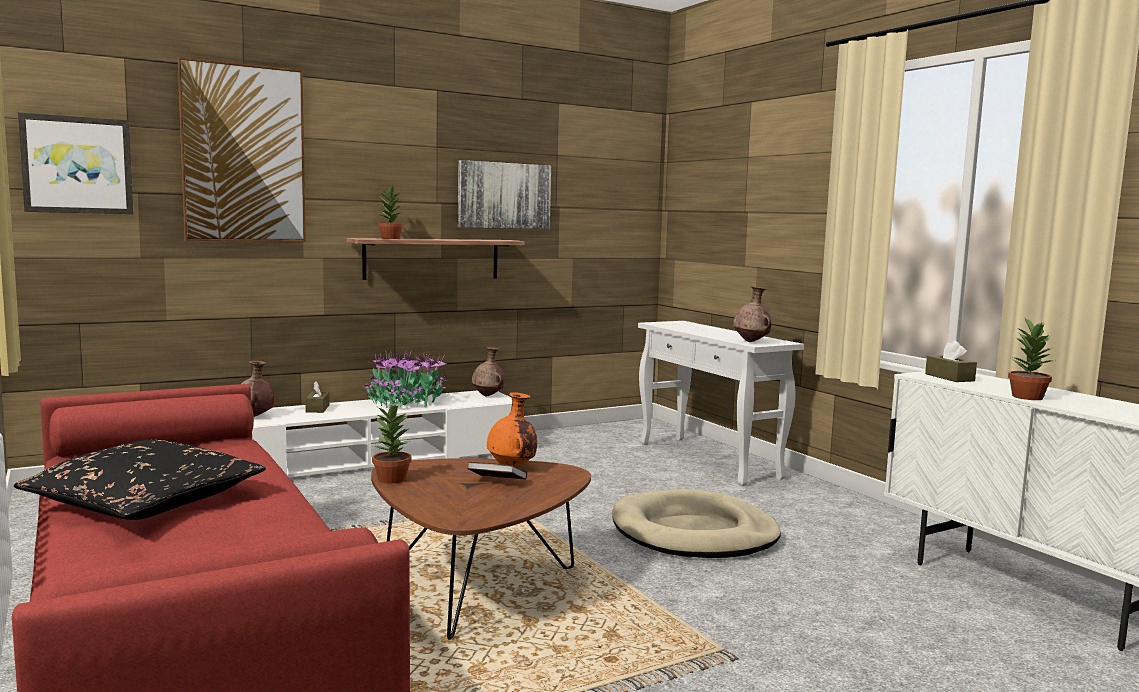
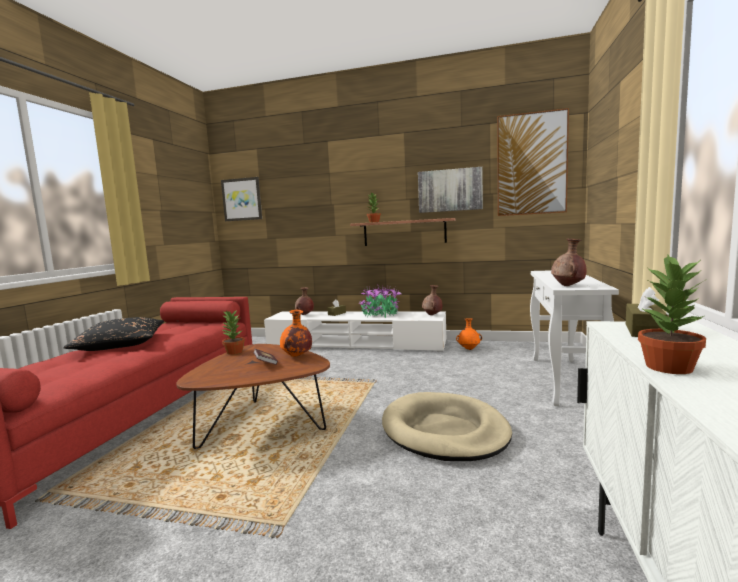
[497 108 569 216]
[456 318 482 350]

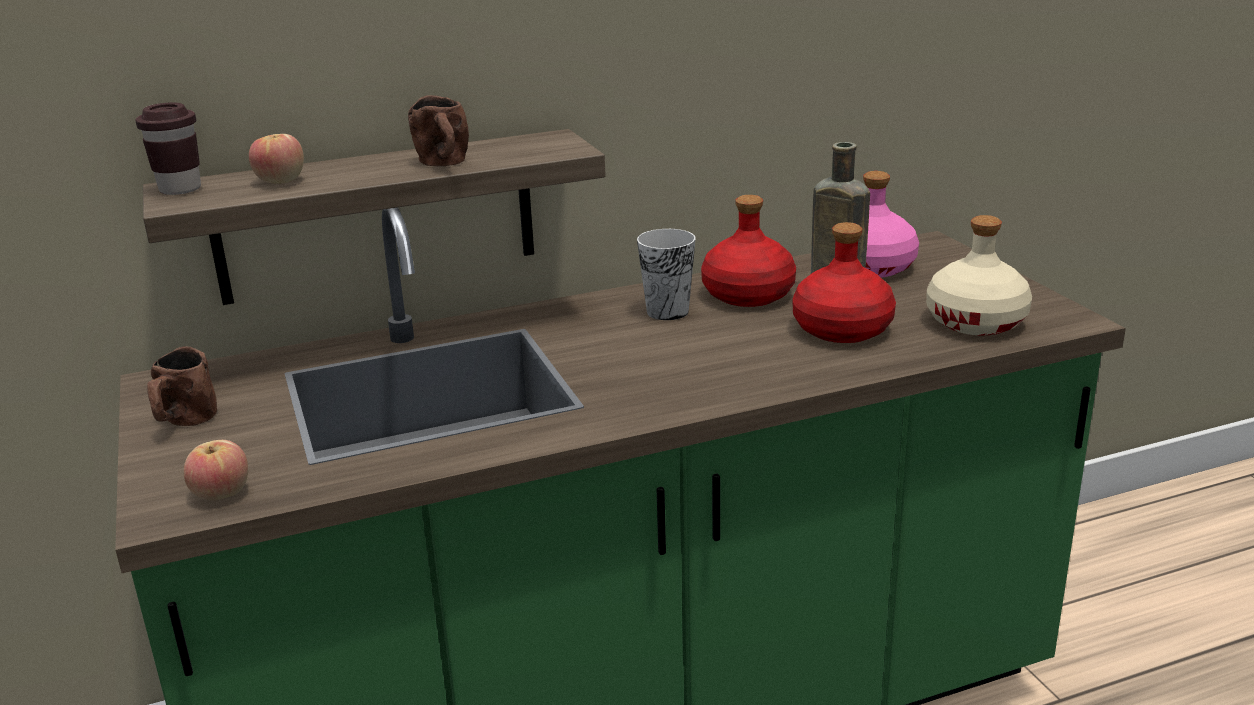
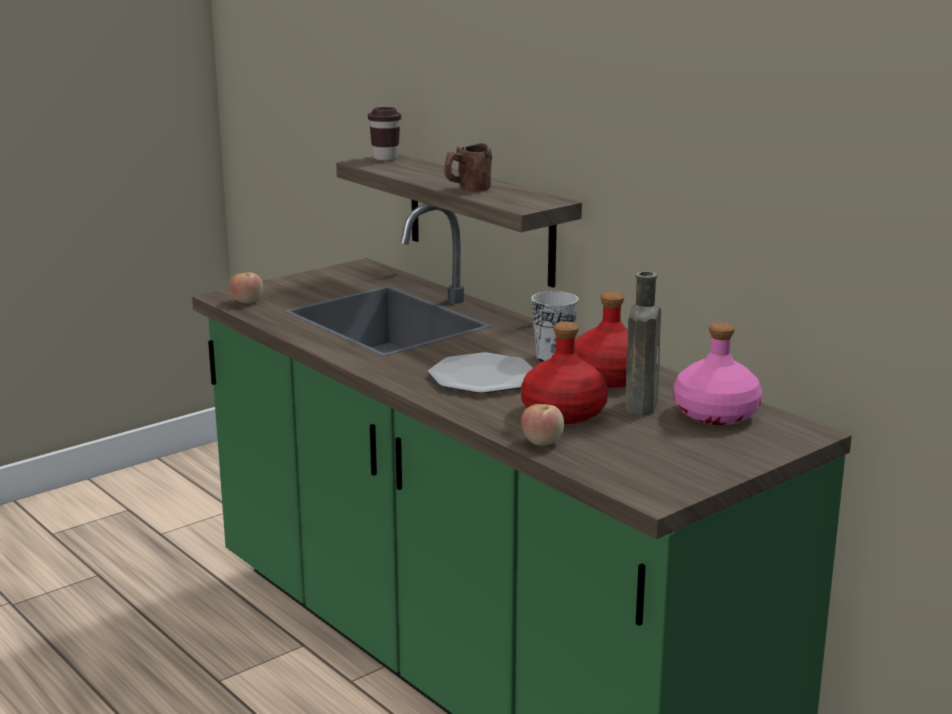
[521 404 564 446]
[926 215 1032 336] (first image)
[147 346 217 426] (first image)
[428 353 533 394]

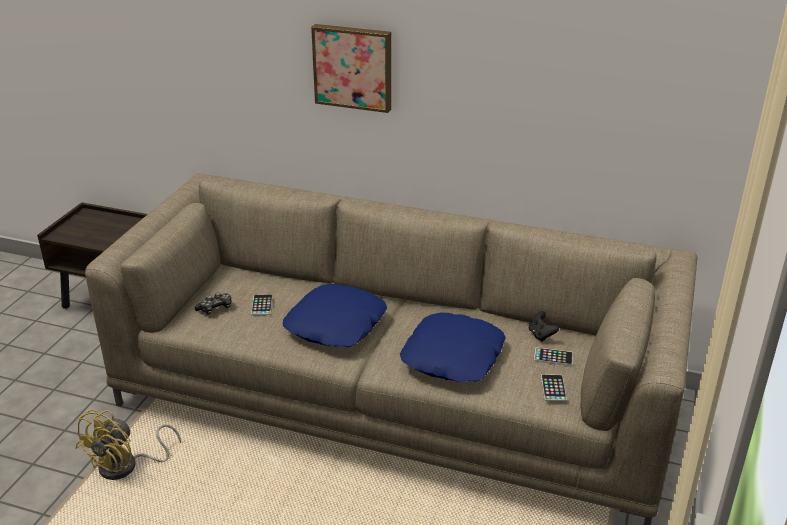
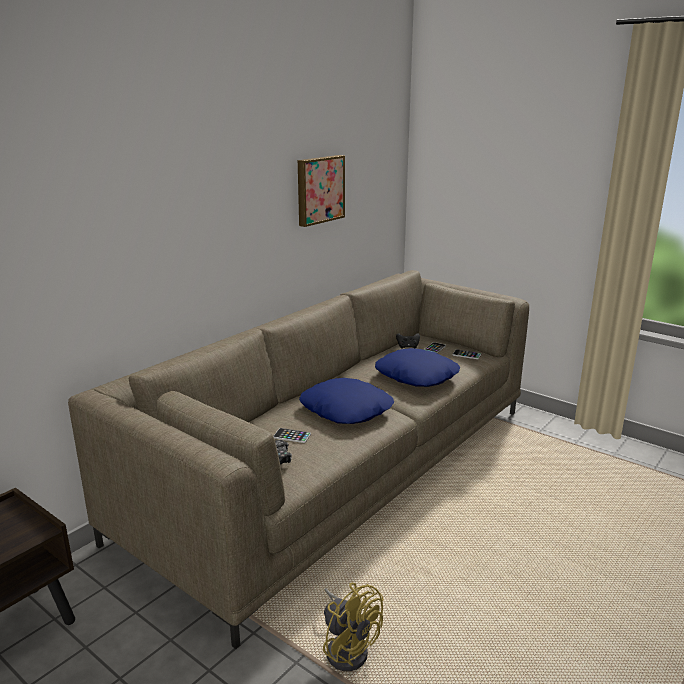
[298 155 345 227]

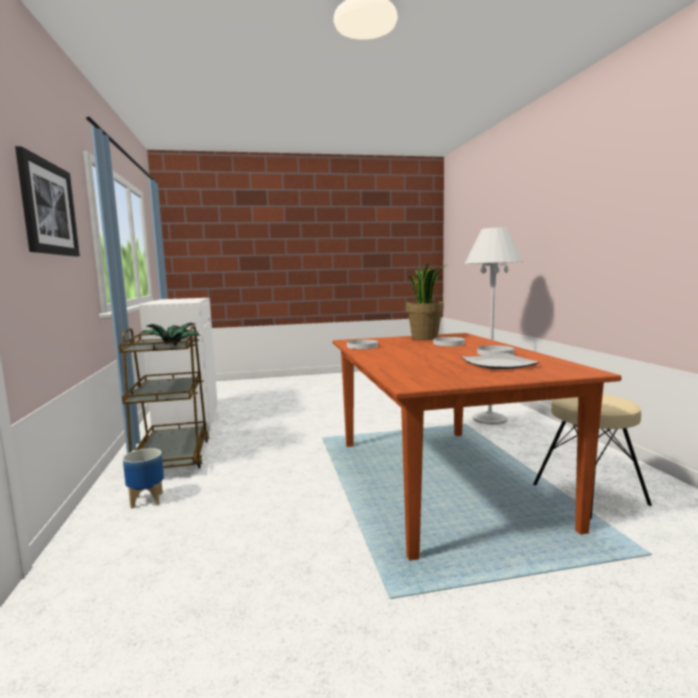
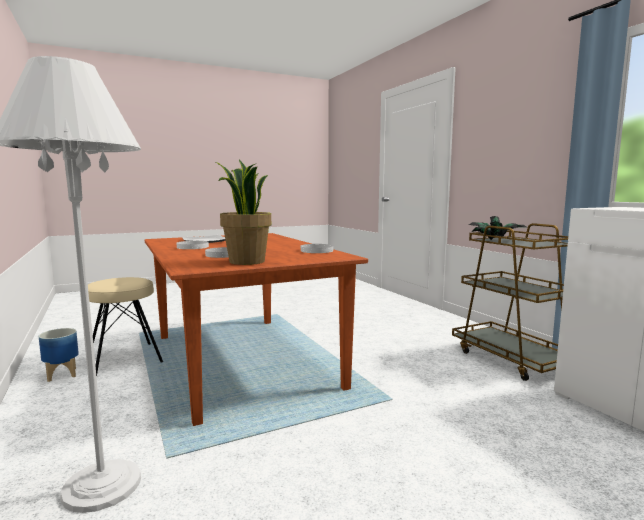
[15 146 80 257] (first image)
[39 328 79 382]

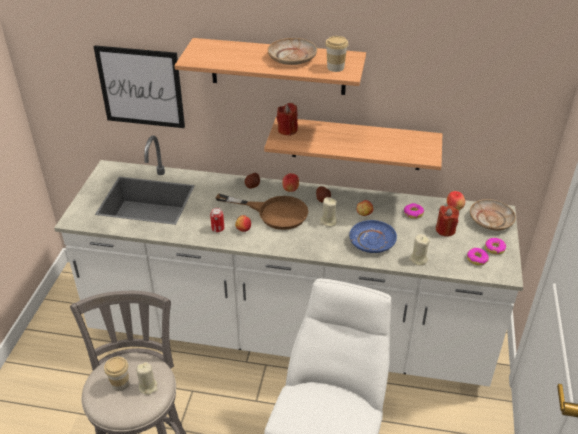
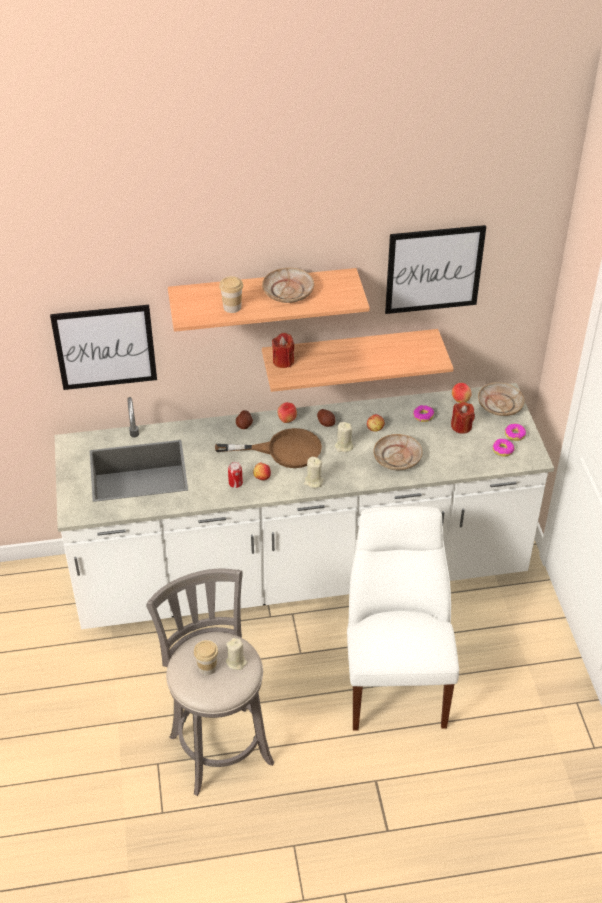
[219 276 243 313]
[373 434 423 470]
[304 457 324 488]
[385 225 486 314]

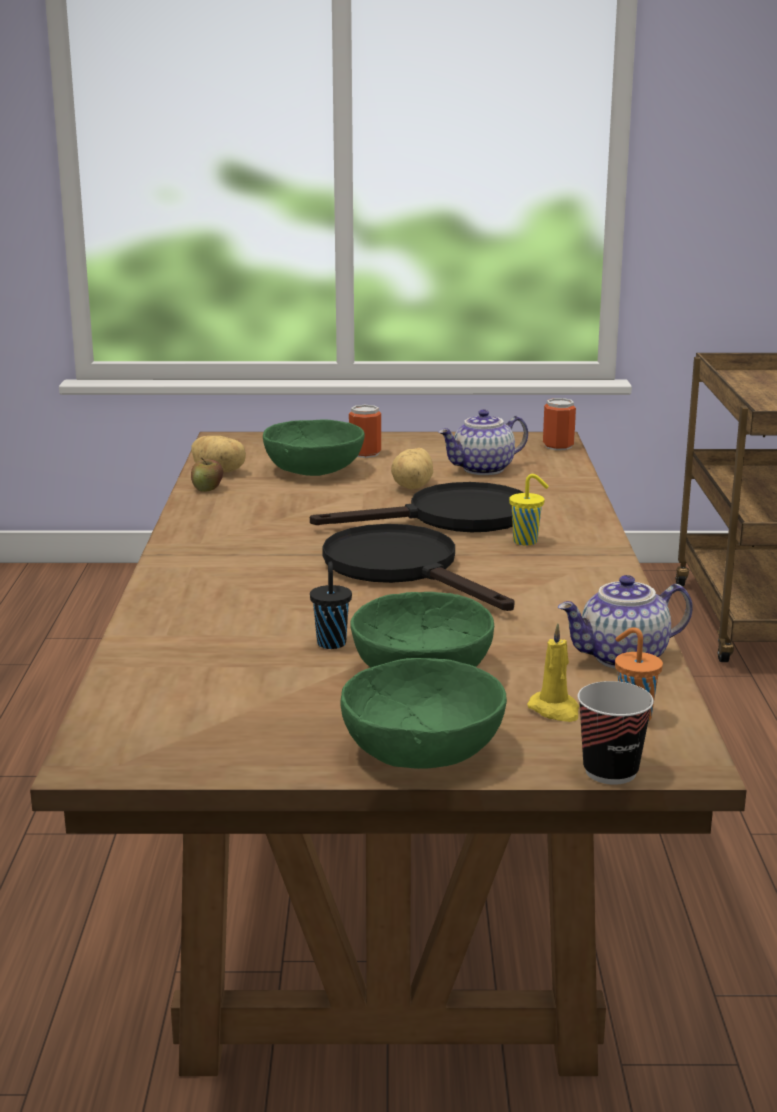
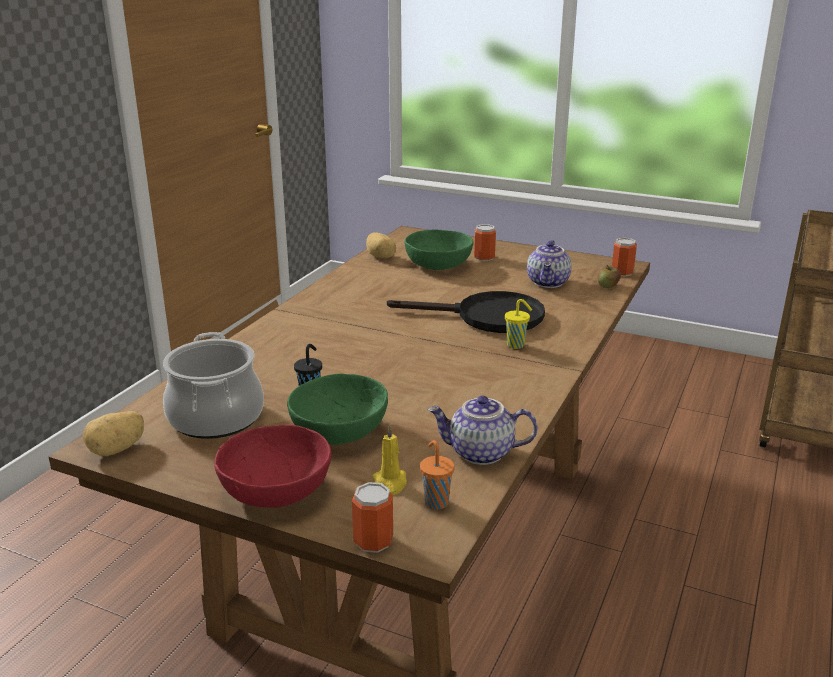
[527 240 572 288]
[83 411 144 456]
[598 265 621 288]
[322 524 514 611] (first image)
[215 425 331 508]
[352 482 393 553]
[163 332 264 439]

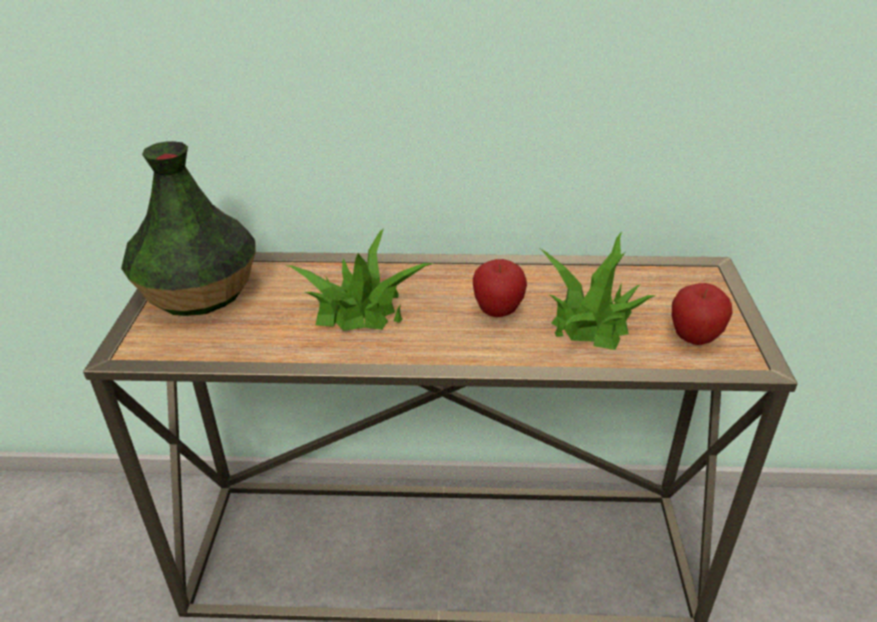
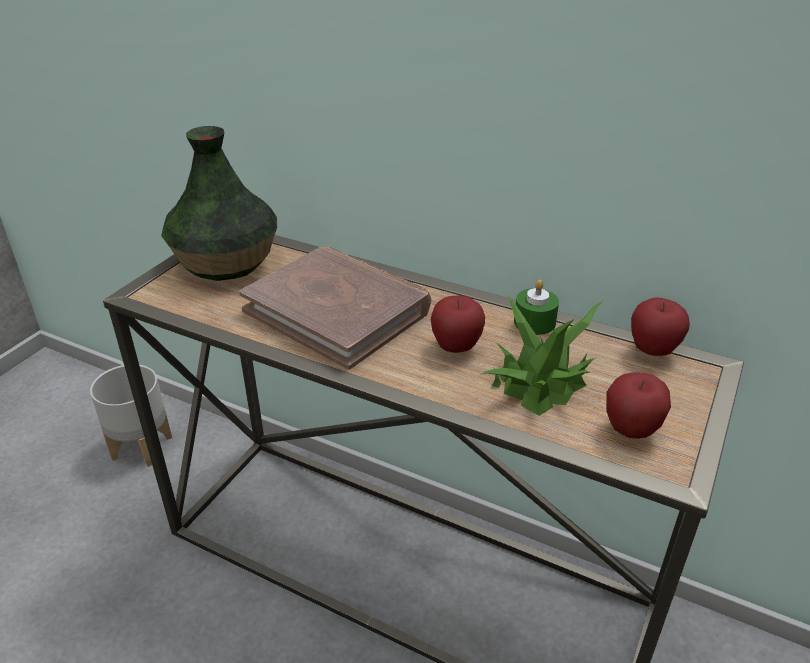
[239 245 431 370]
[514 280 559 335]
[631 297 690 356]
[90 365 172 467]

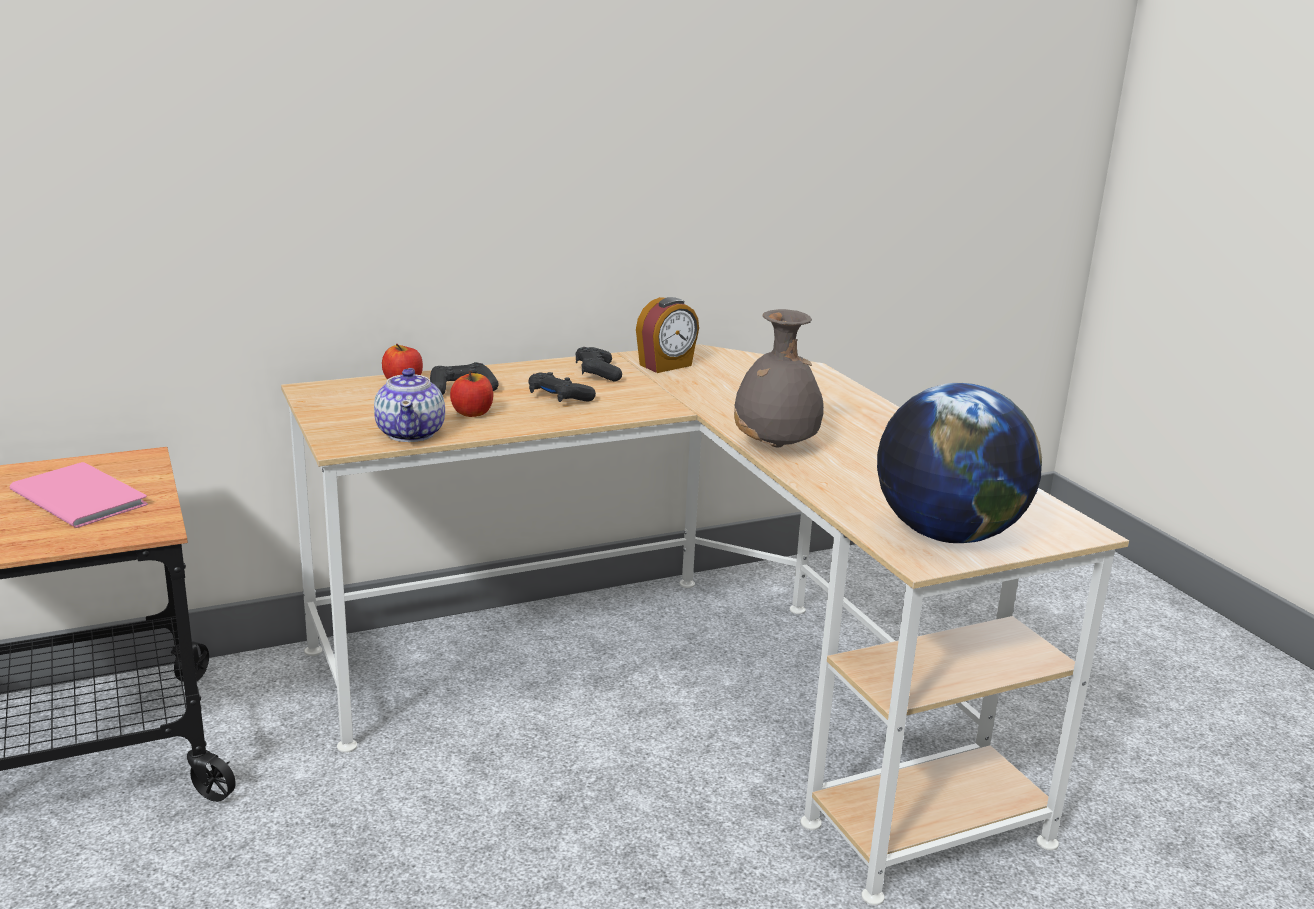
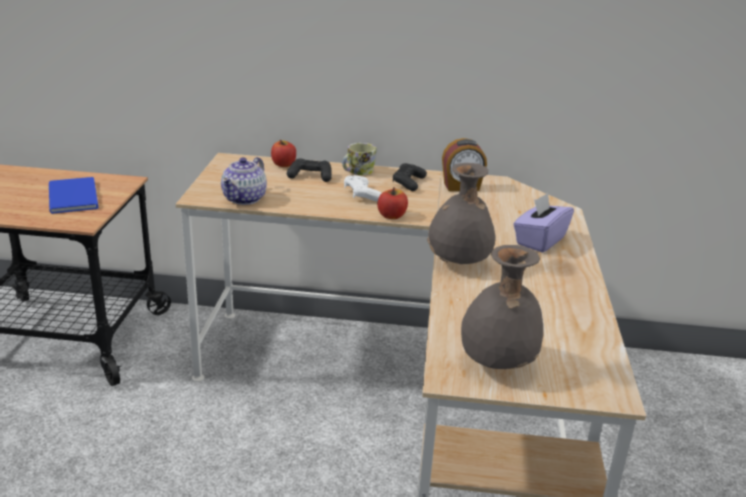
[377 187 408 219]
[344 175 382 201]
[461 245 543 369]
[49 177 98 214]
[342 143 377 175]
[513 193 574 253]

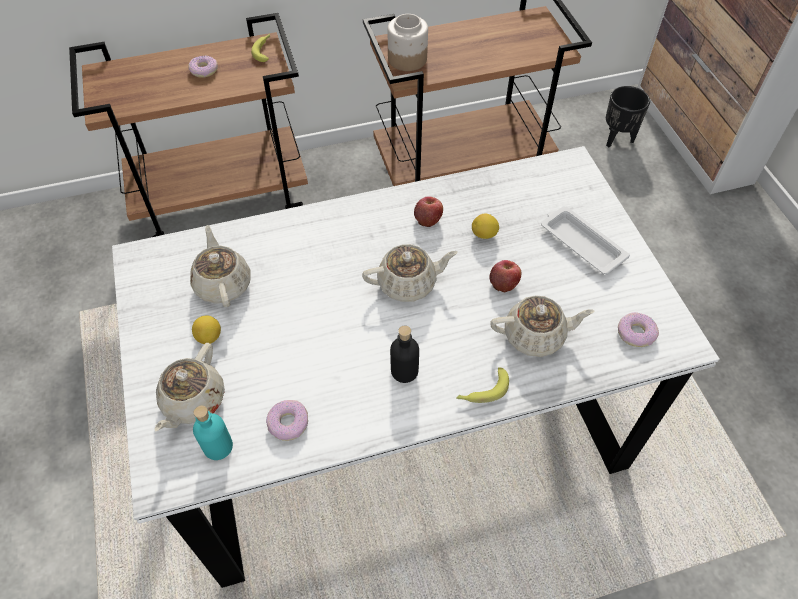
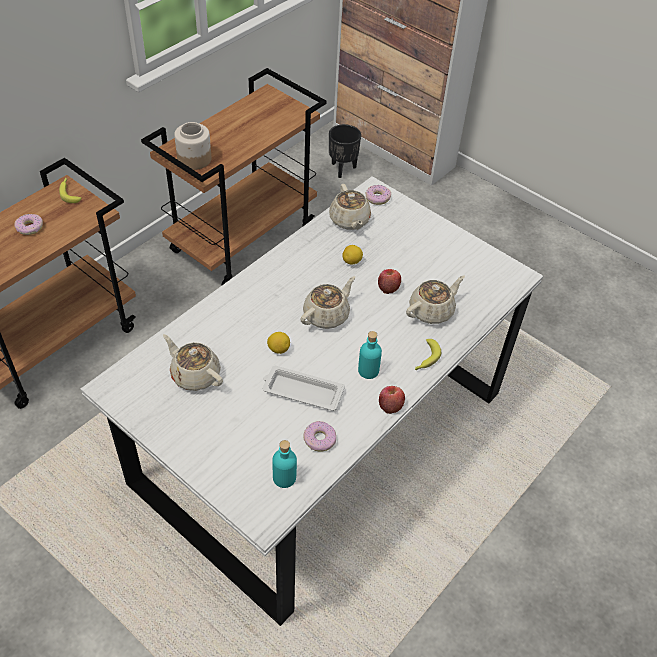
[379 386 405 414]
[263 366 345 411]
[366 185 391 205]
[267 332 290 354]
[358 331 382 379]
[329 184 371 230]

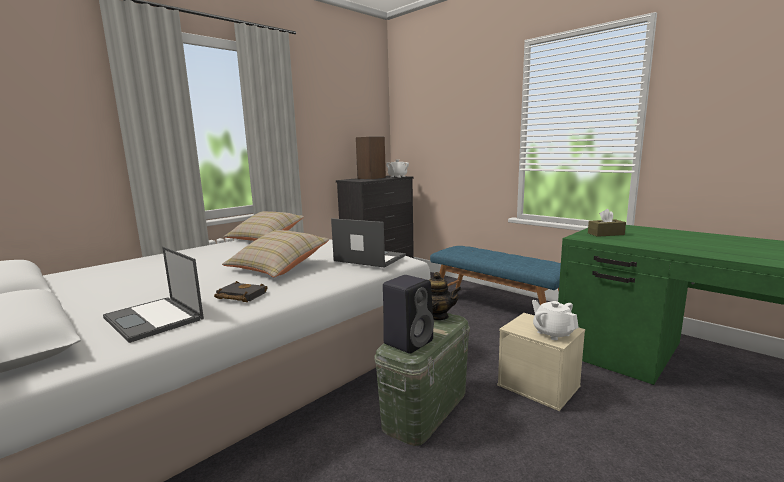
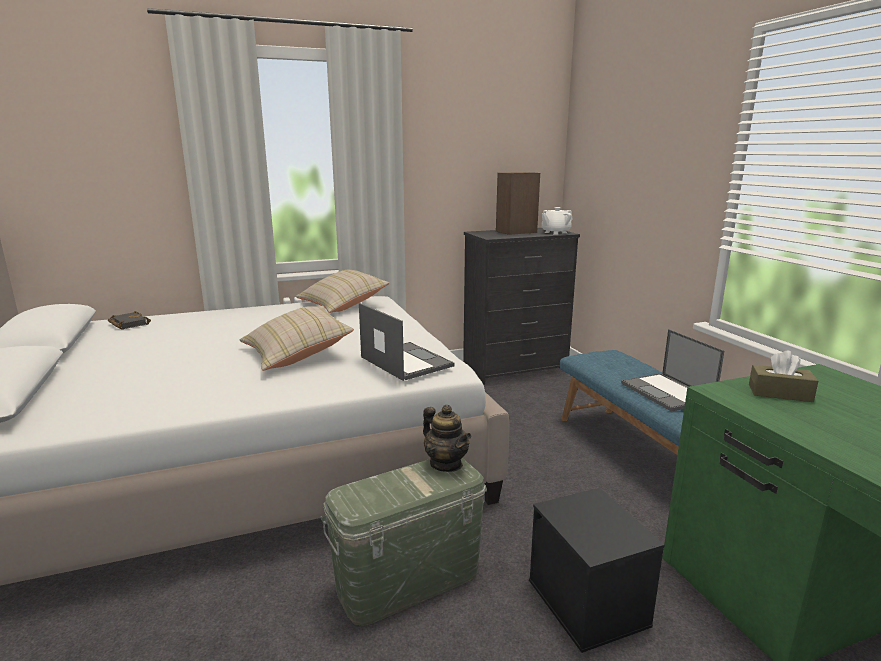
[621 329 724 412]
[383 275 434 354] (first image)
[108 311 151 330]
[532 300 579 340] (first image)
[529 488 665 653]

